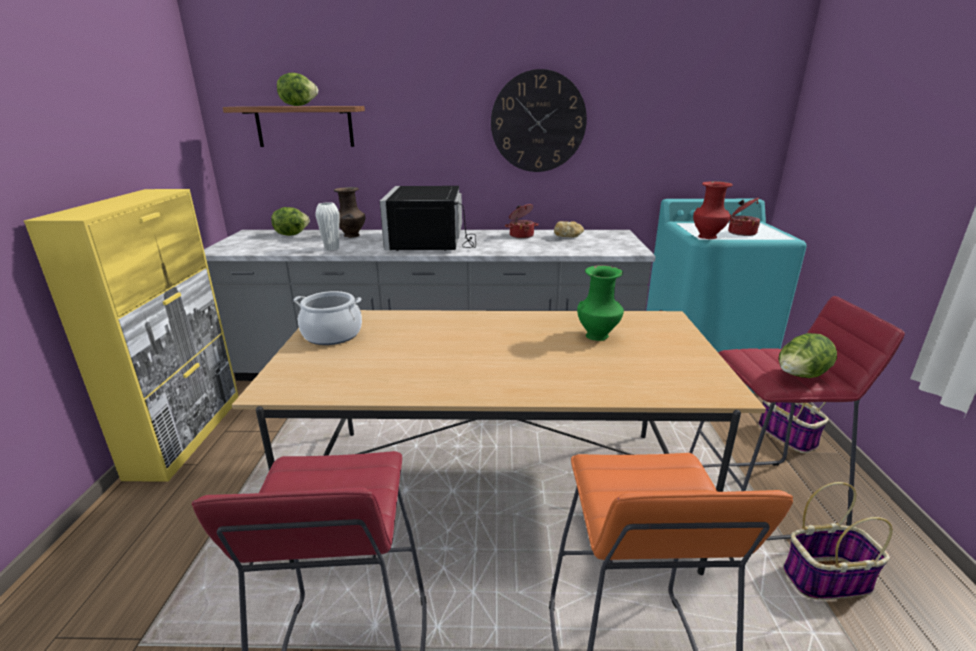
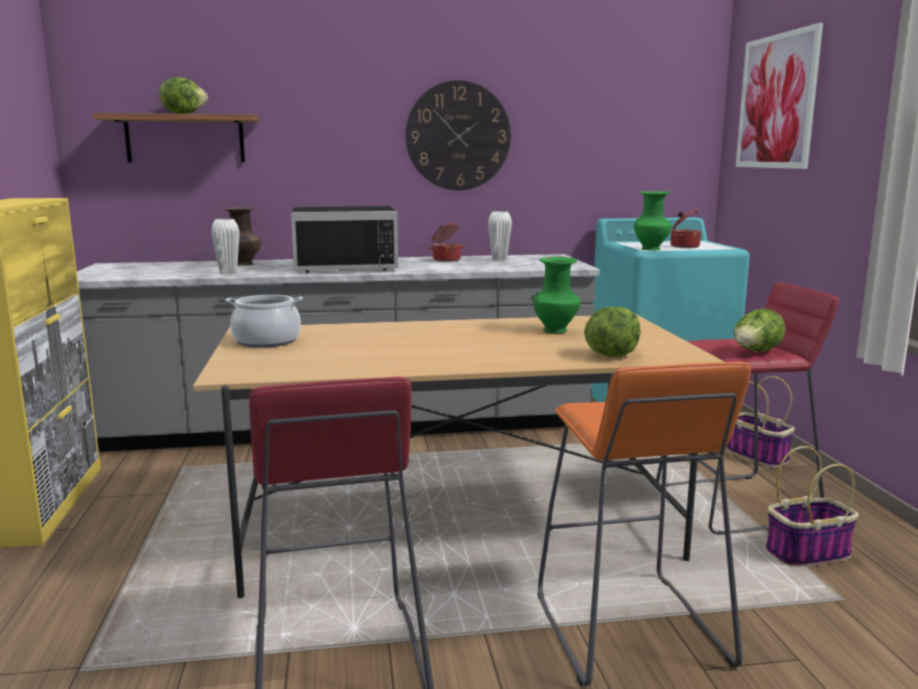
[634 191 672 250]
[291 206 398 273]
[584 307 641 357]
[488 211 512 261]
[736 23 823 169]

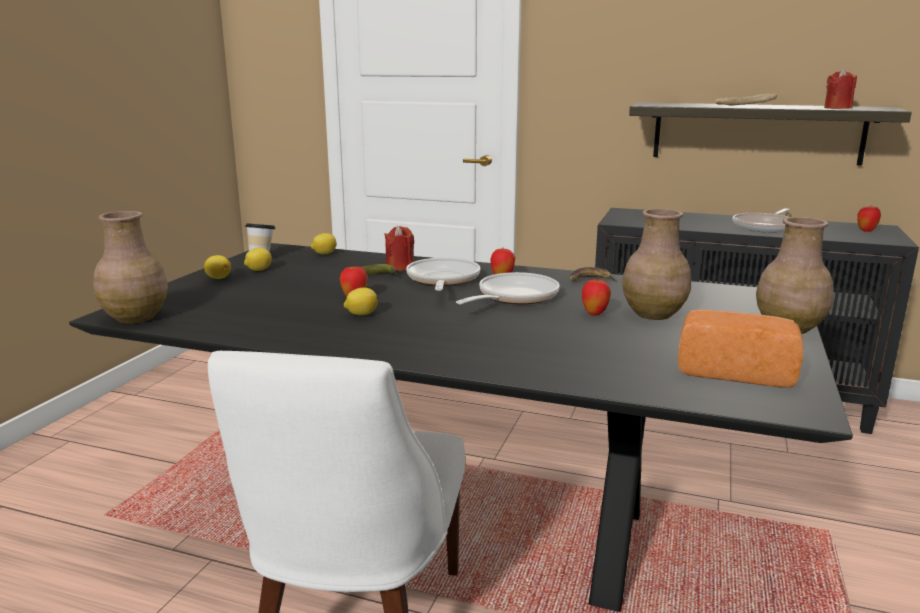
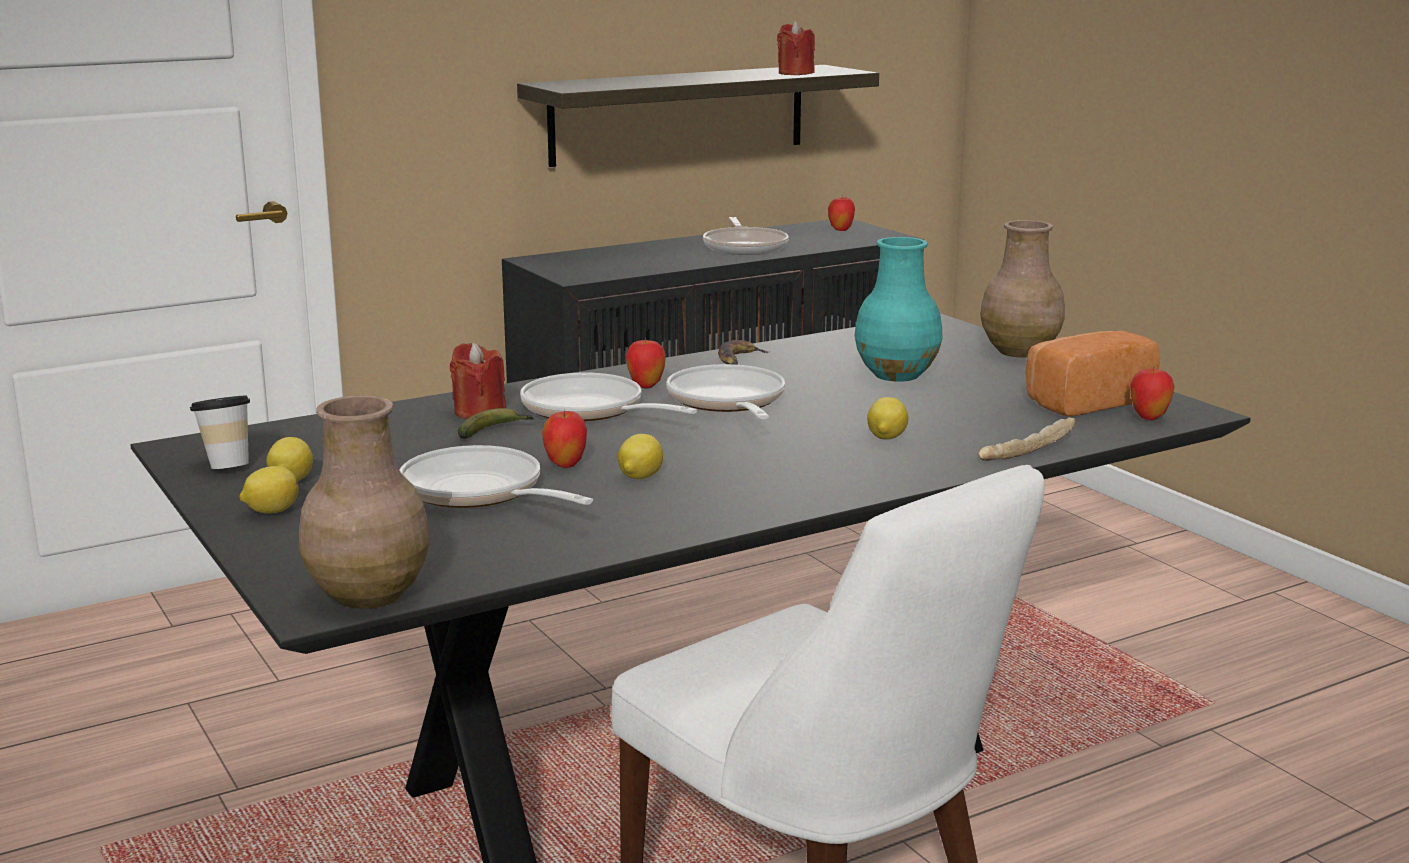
[978 417 1076 461]
[854 237 942 382]
[867 397 908 440]
[1130 369 1175 420]
[399 445 593 508]

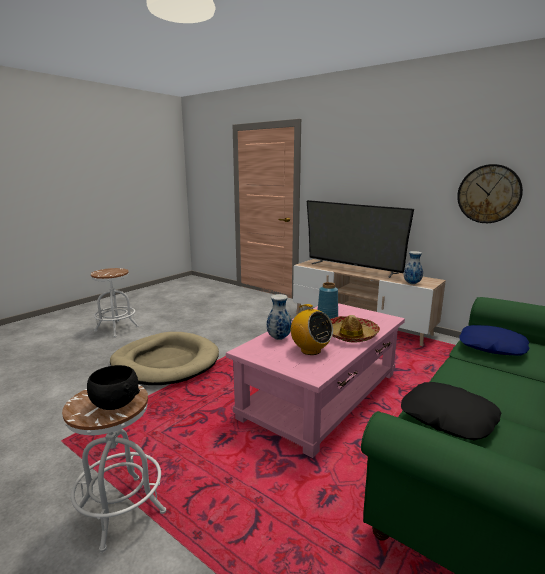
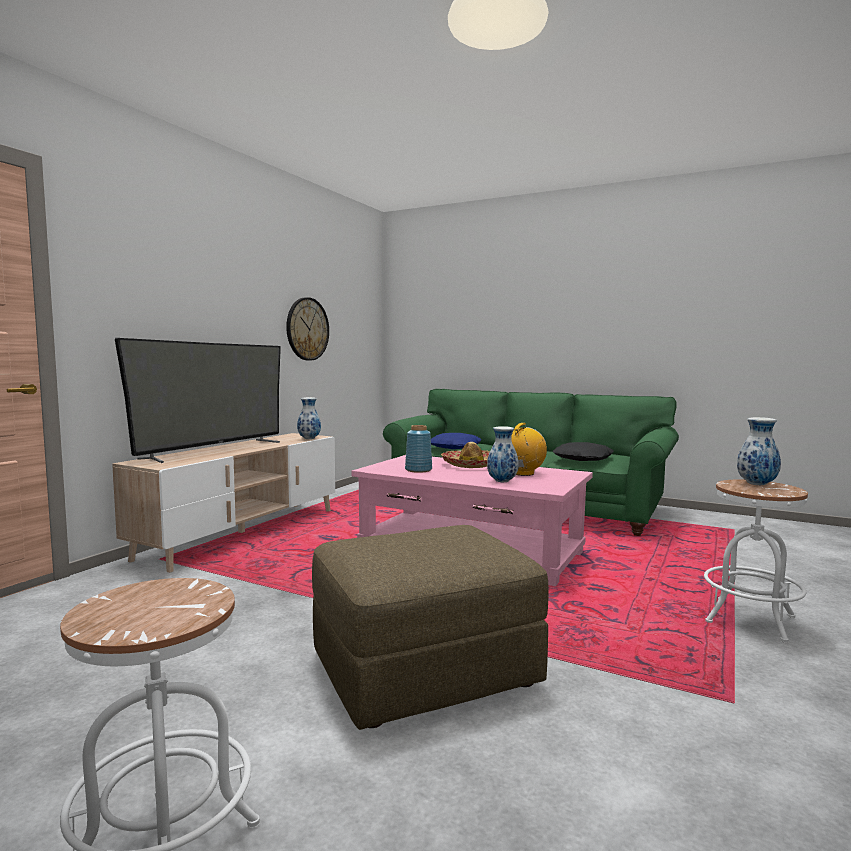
[312 525 549 730]
[737 417 781 485]

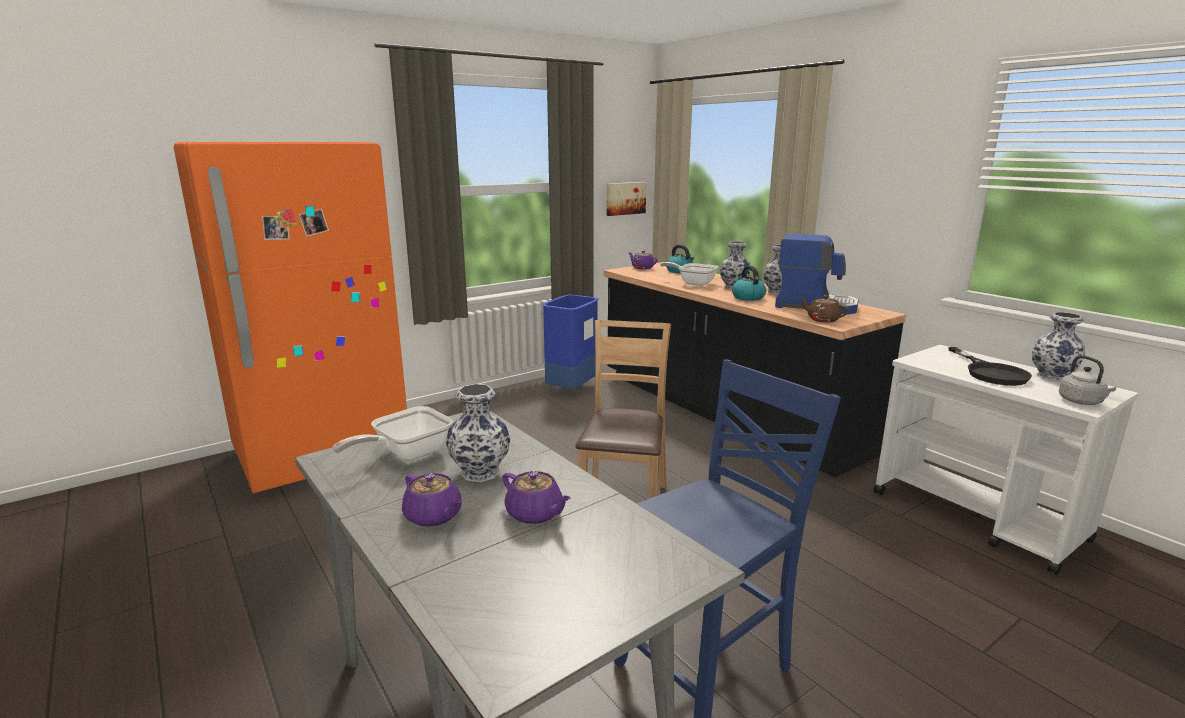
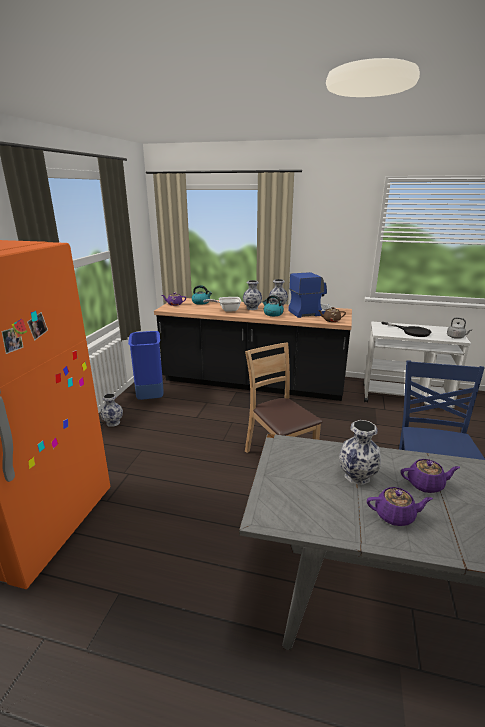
[607 182 646 216] (first image)
[100 393 123 427]
[333 406 452 461] (first image)

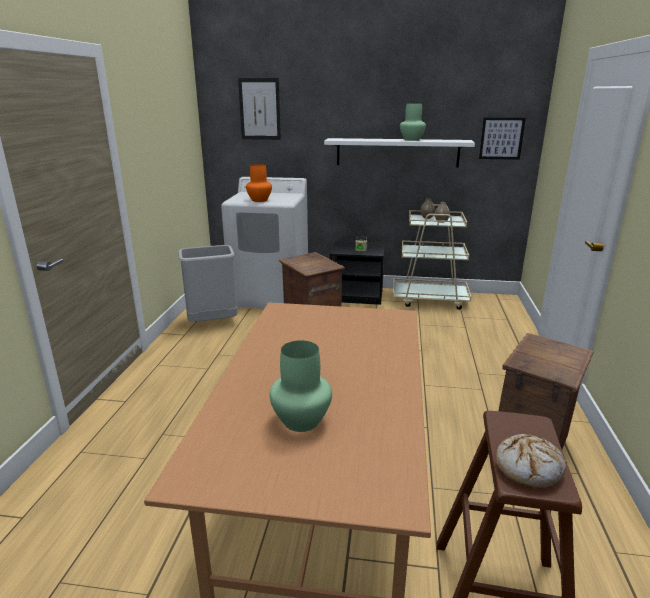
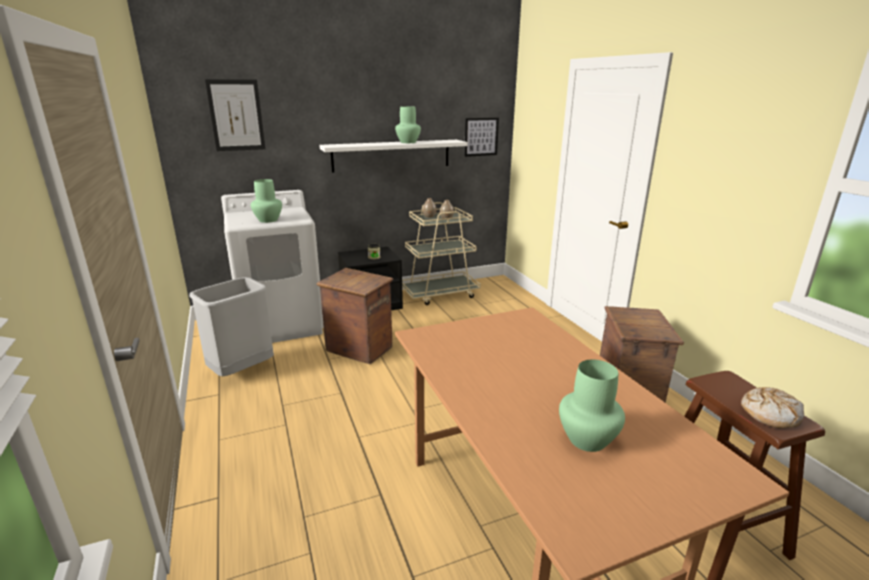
[251 179 282 223]

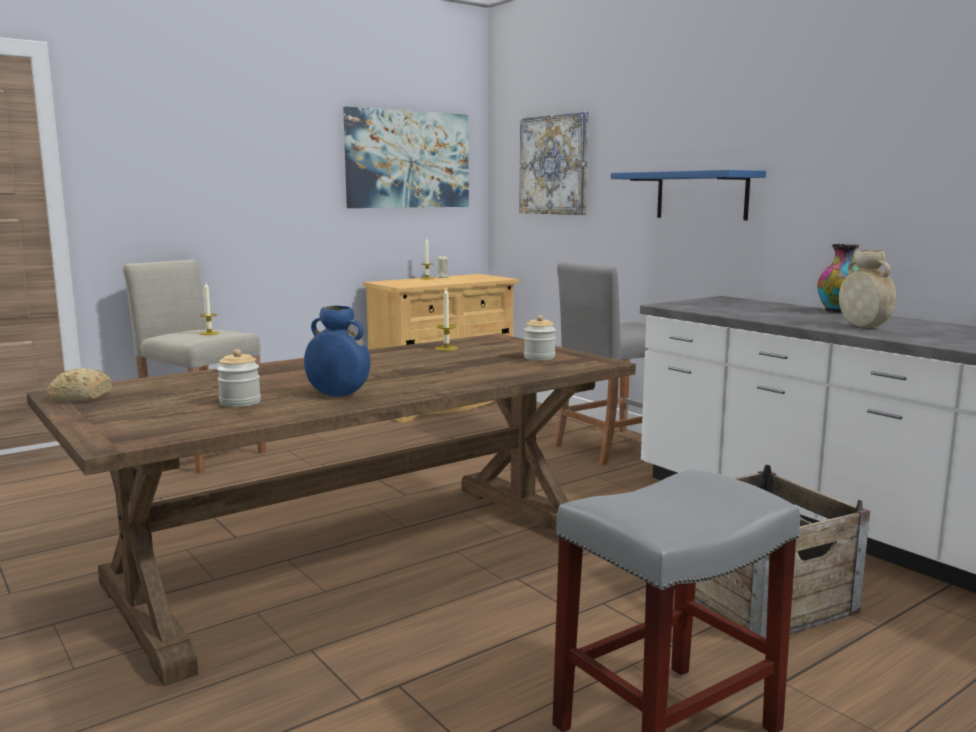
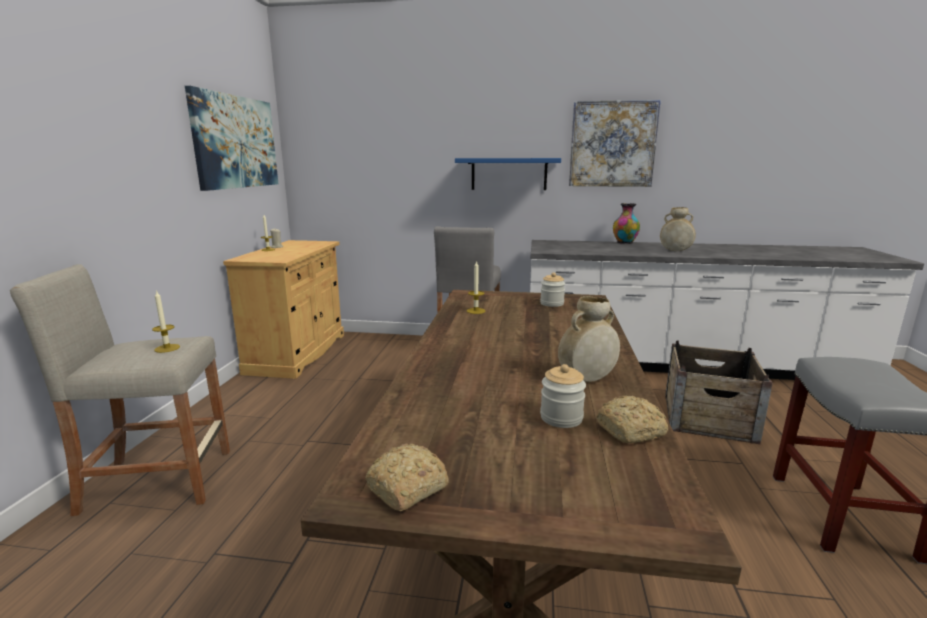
[569 100 661 187]
[558 296 620 382]
[596 396 668 443]

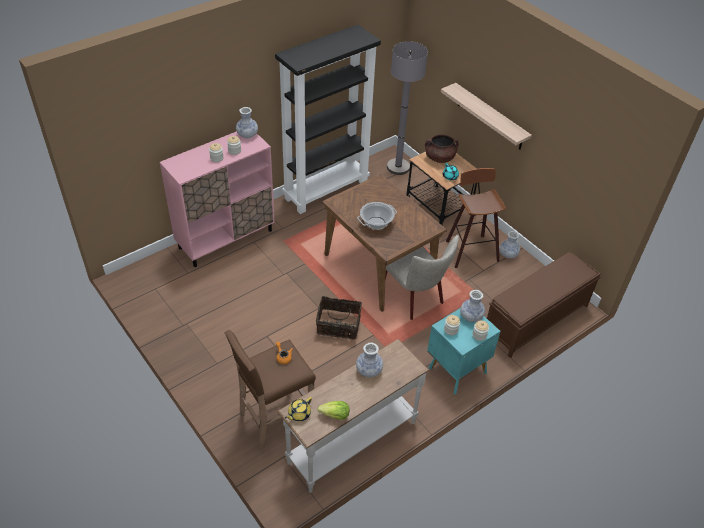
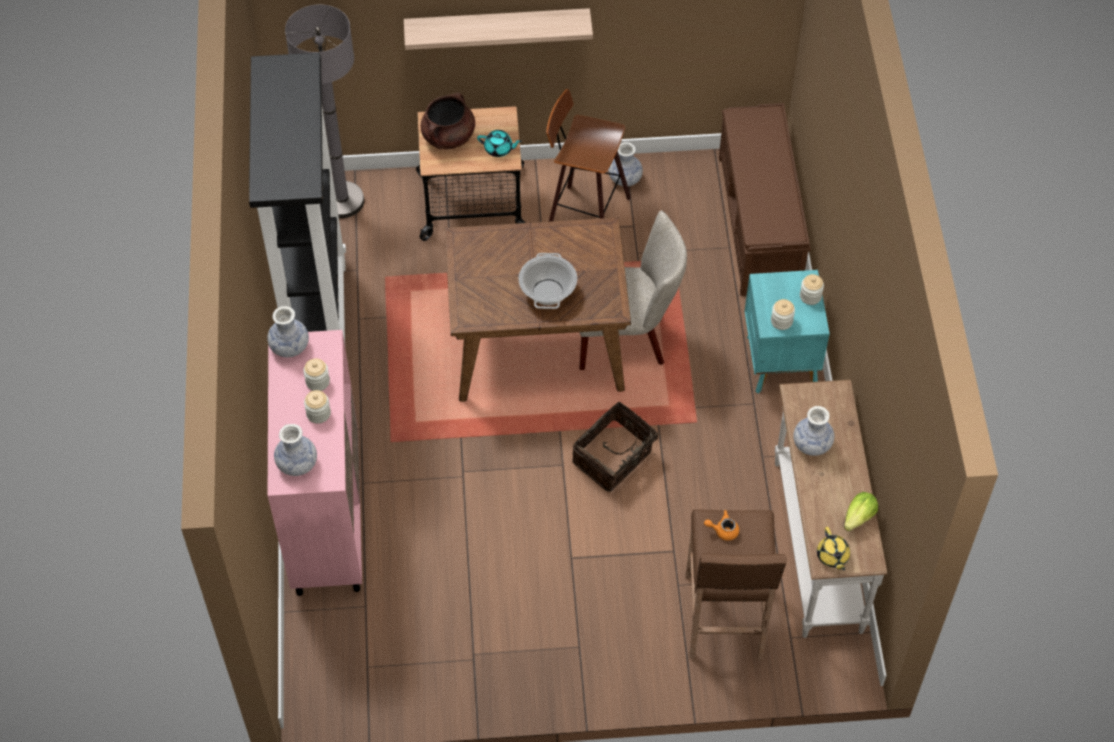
[274 424 317 476]

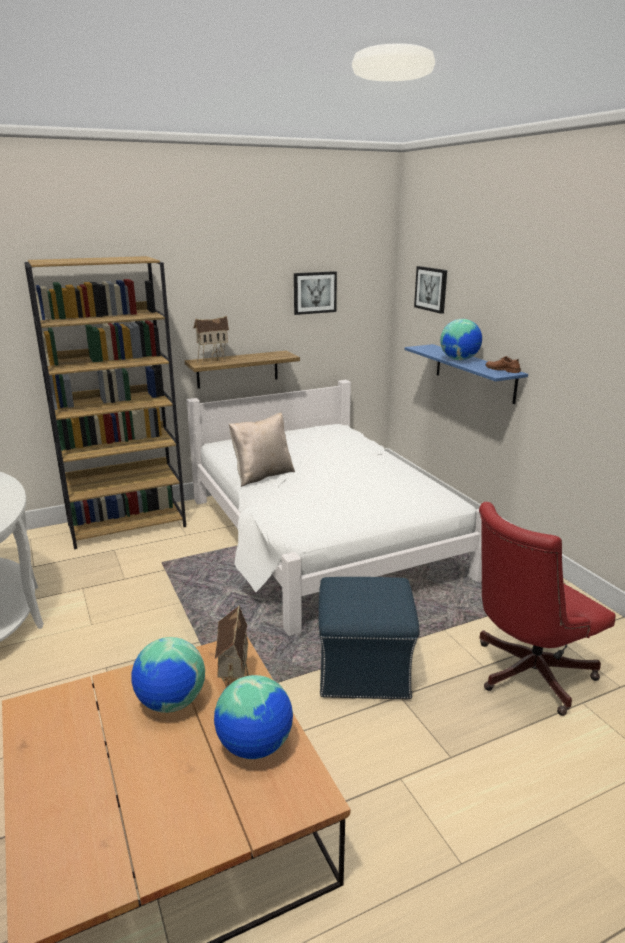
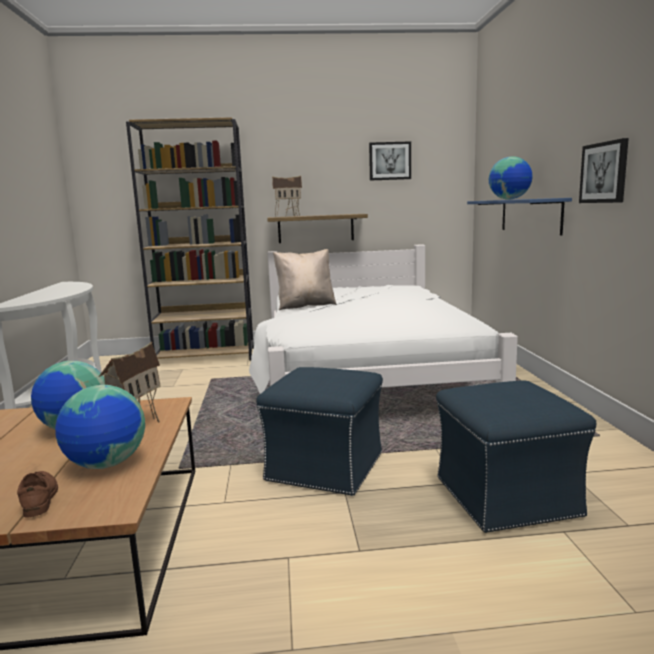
[579 138 629 203]
[17 471 58 518]
[436 380 597 533]

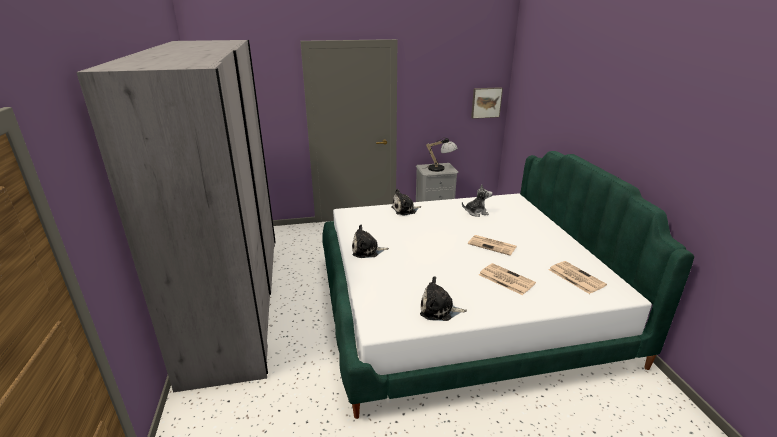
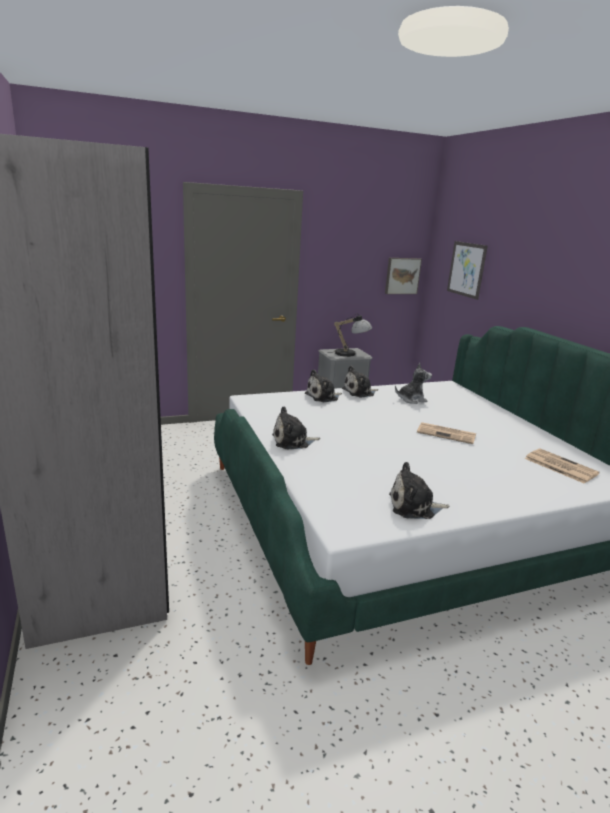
[479 263 536 295] (first image)
[447 241 488 300]
[342 366 378 397]

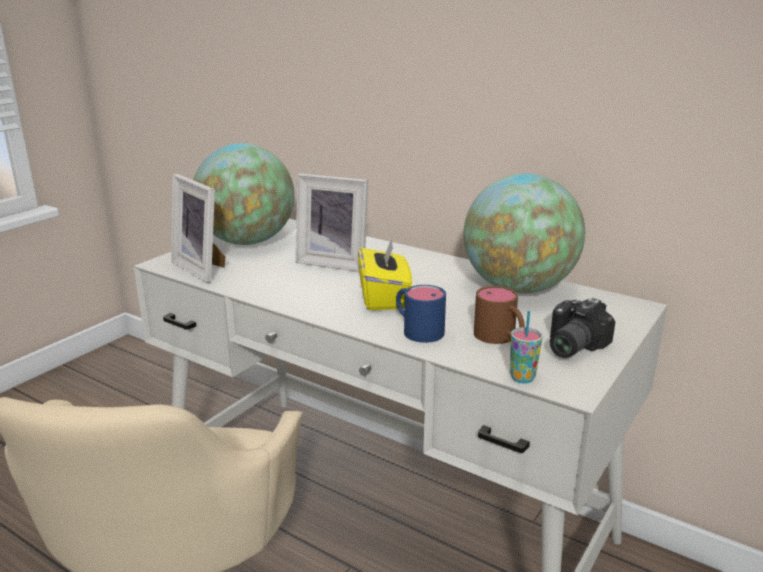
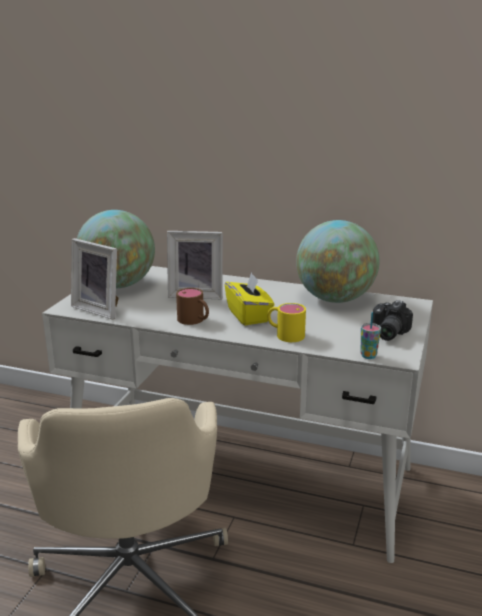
[267 303 306 342]
[176 288 209 325]

